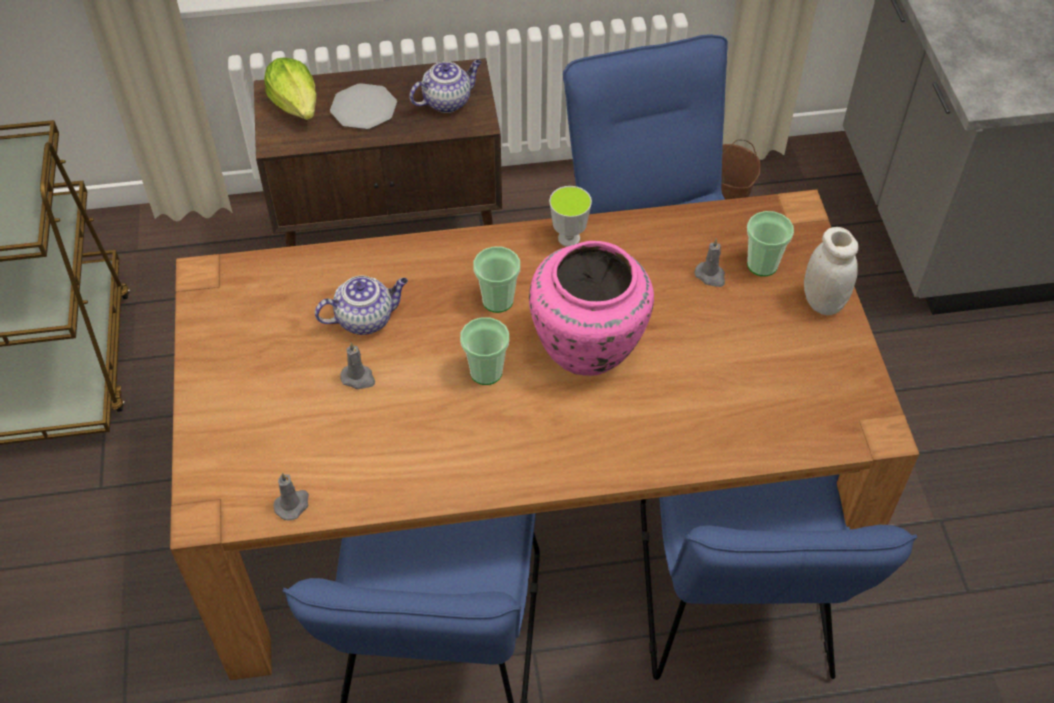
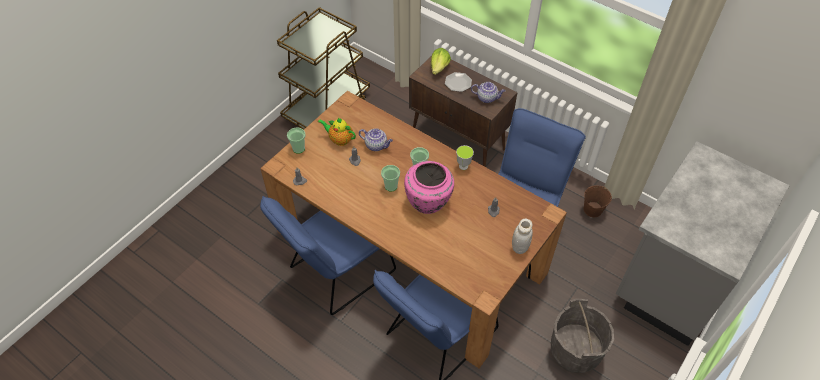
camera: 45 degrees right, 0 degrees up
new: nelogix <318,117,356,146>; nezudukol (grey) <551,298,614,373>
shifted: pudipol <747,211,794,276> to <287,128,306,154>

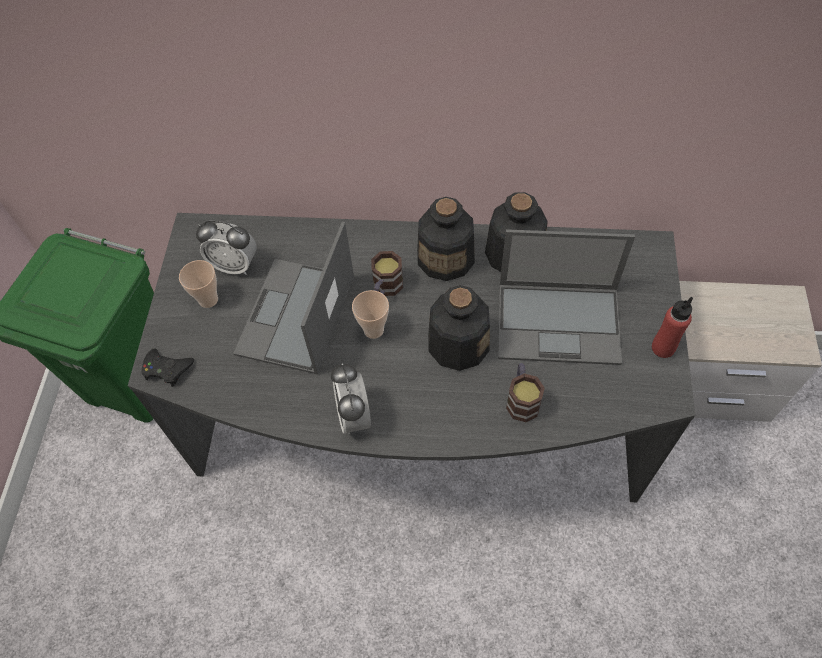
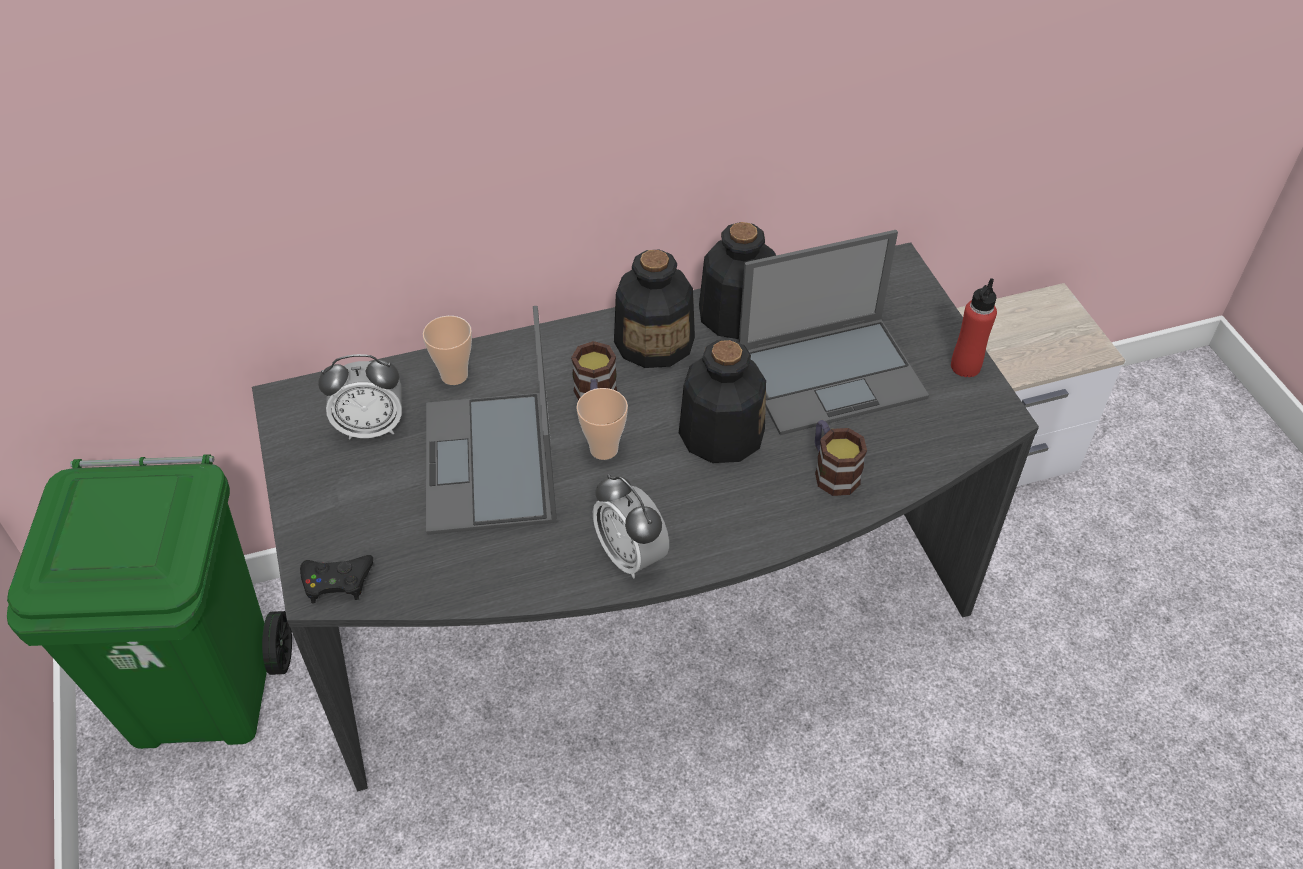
camera: 25 degrees left, 10 degrees down
shifted: pudipol <179,260,218,308> to <423,316,472,385>

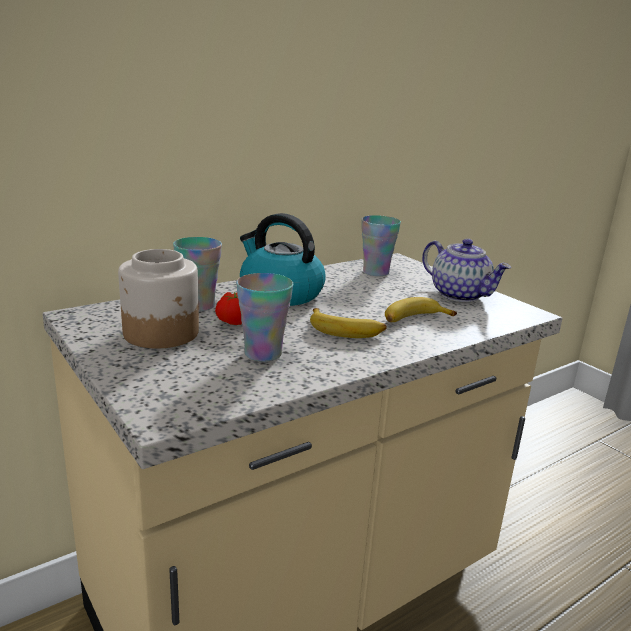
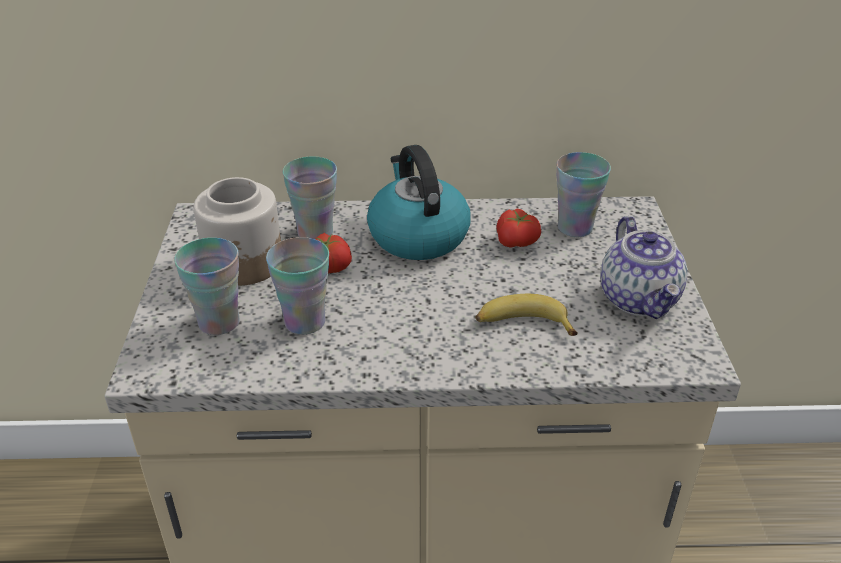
camera: 35 degrees right, 15 degrees up
gone: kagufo <310,308,387,338>
new: pudipol <174,238,240,335>; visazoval <496,209,541,248>

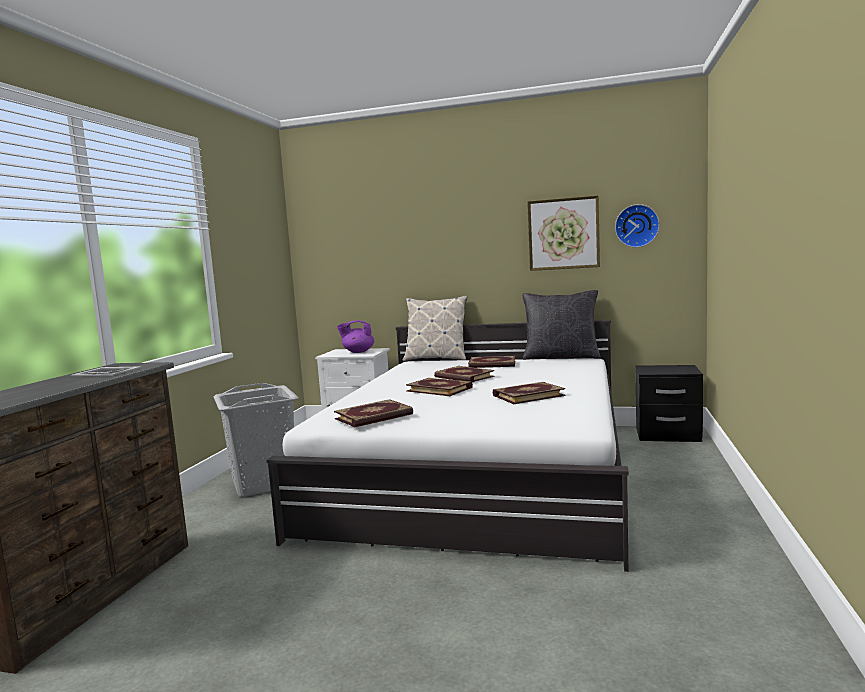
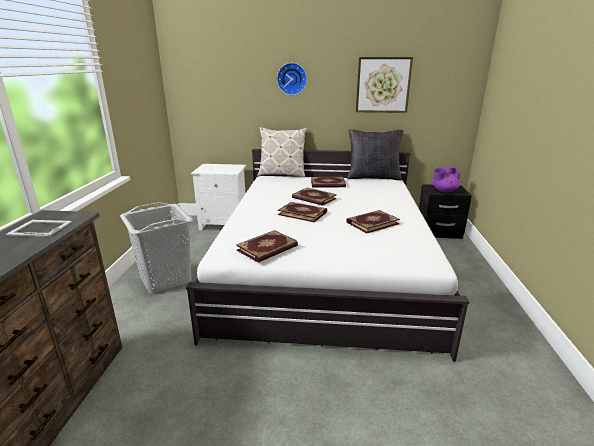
camera: 10 degrees left, 15 degrees up
shifted: nelogix (purple) <337,320,374,353> to <433,166,460,192>; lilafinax <615,204,660,248> to <277,63,307,95>

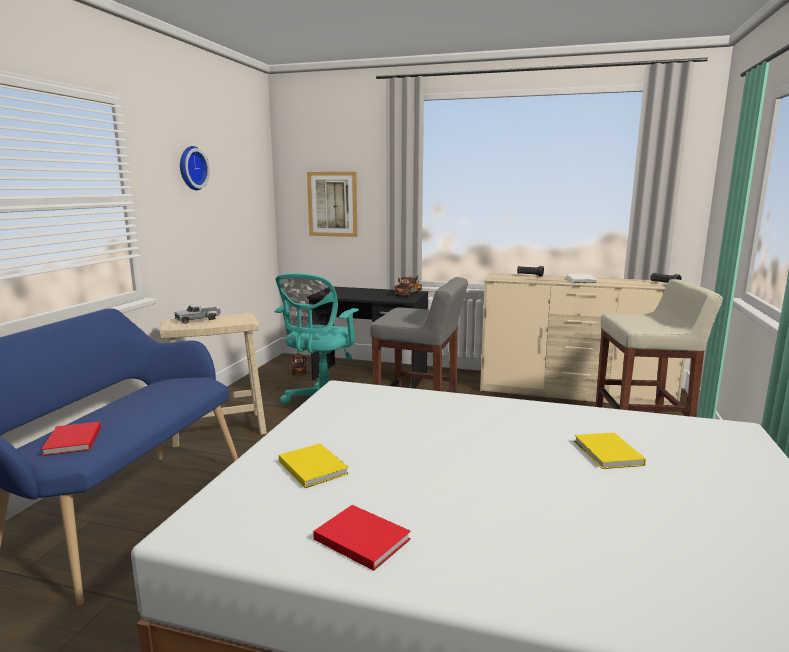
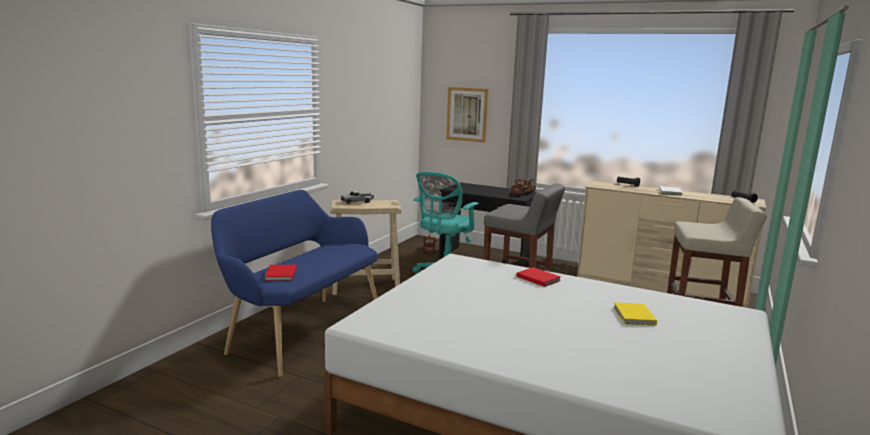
camera: 10 degrees right, 0 degrees up
gone: lilafinax <180,146,210,190>; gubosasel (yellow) <279,443,349,488>
shifted: gubosasel (red) <313,505,411,571> to <516,267,561,287>

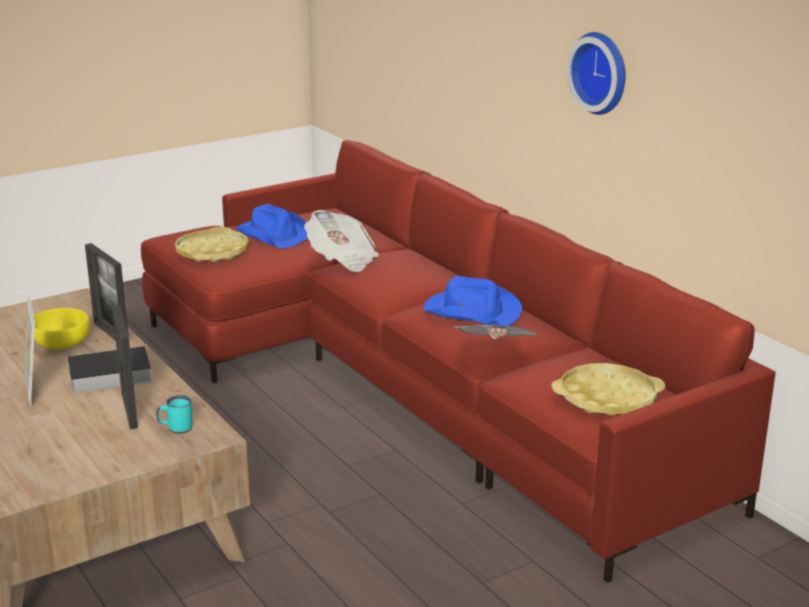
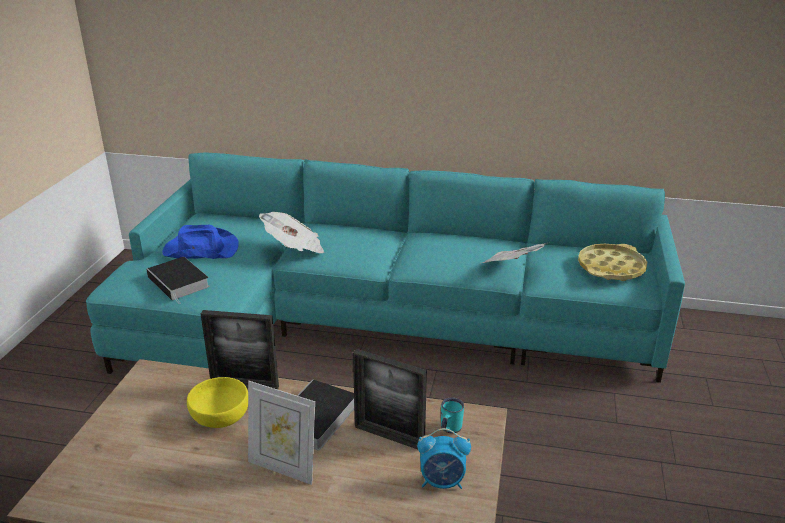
camera: 45 degrees left, 5 degrees up
gone: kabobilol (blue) <424,276,522,326>; lilafinax <566,32,626,115>
new: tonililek <417,428,471,489>
swapped: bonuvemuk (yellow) <175,227,249,262> to gubosasel <146,257,210,304>
repainted: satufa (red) <141,140,776,583> to satufa (turquoise) <86,152,685,383>

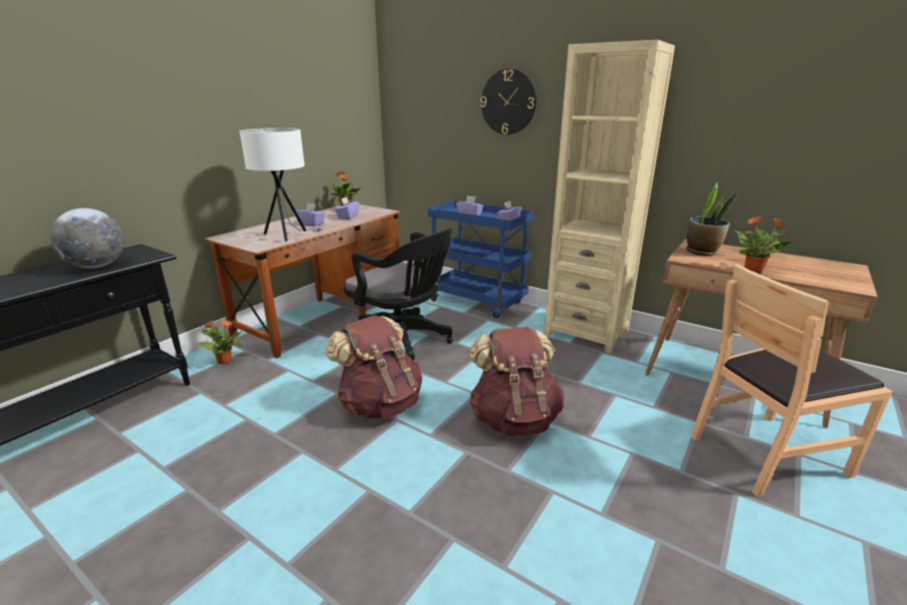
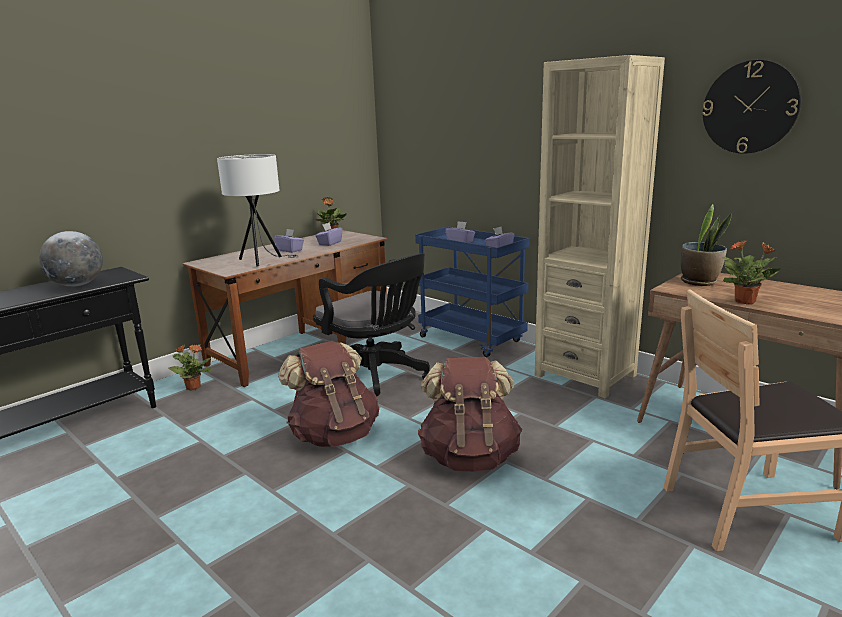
camera: 10 degrees right, 5 degrees down
shifted: lilafinax <481,69,536,135> to <702,60,801,154>

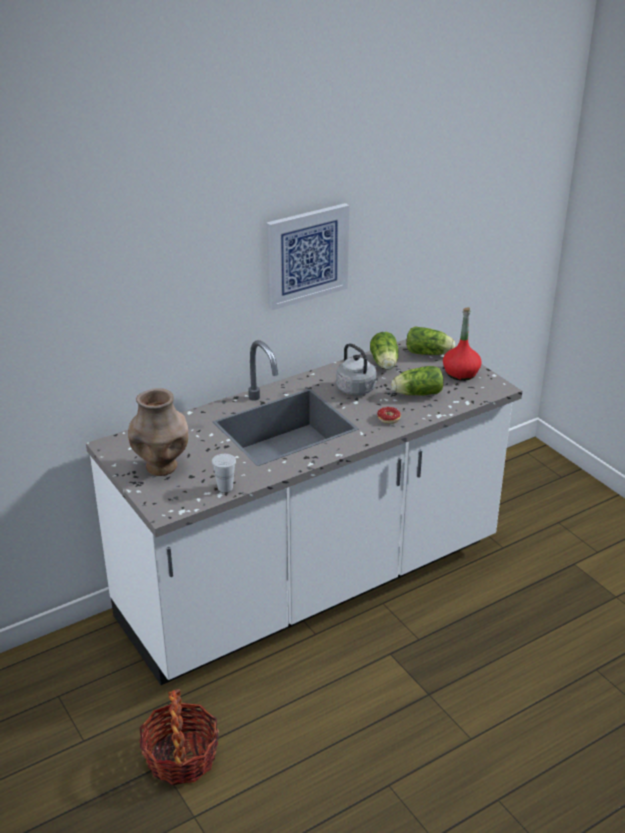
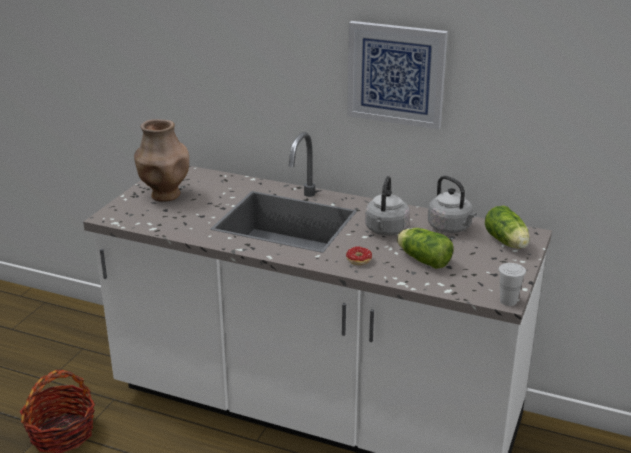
camera: 55 degrees right, 5 degrees down
gone: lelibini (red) <443,307,482,381>
shifted: pudipol (white) <212,454,236,492> to <499,263,526,306>
swapped: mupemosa <370,332,398,370> to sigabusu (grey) <428,176,477,233>

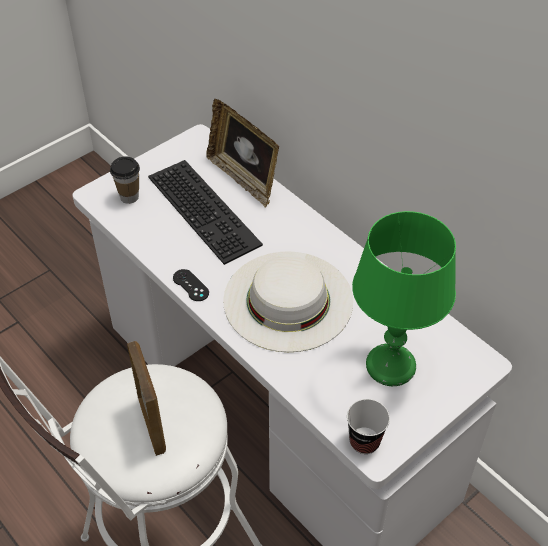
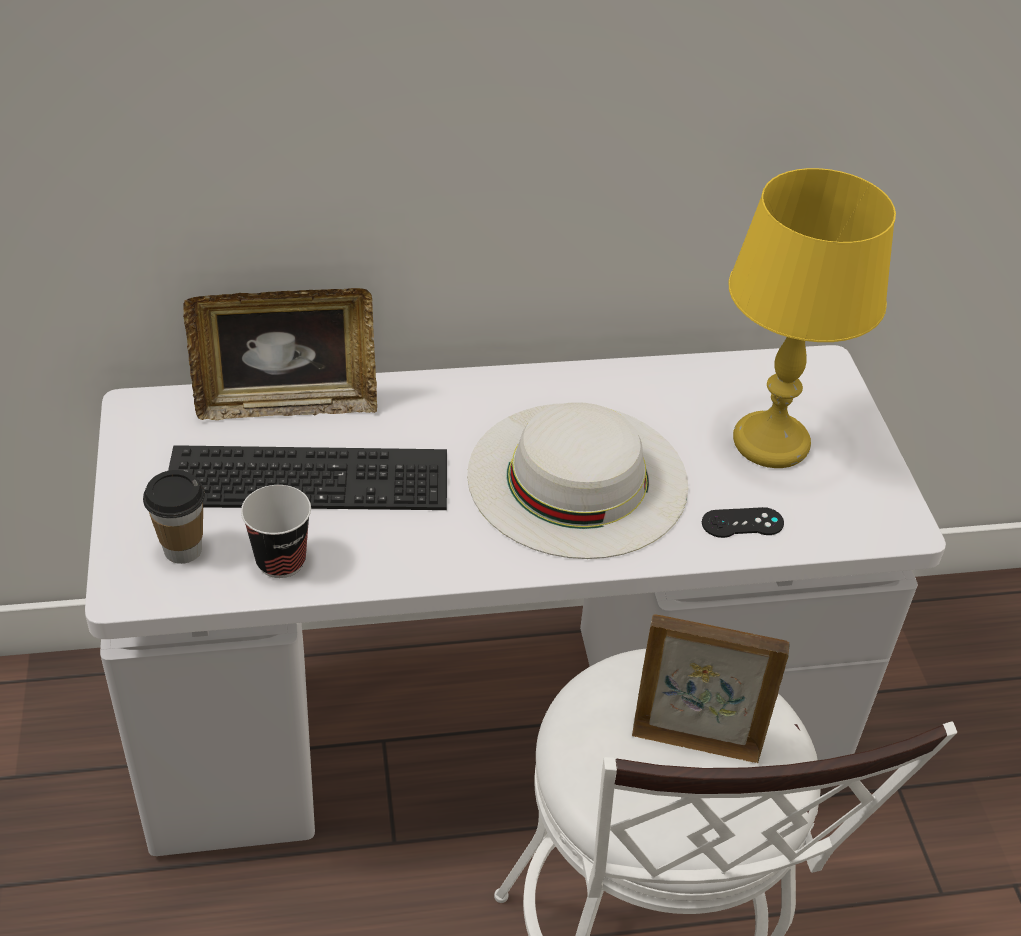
camera: 60 degrees left, 5 degrees down
shifted: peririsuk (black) <173,269,209,301> to <702,507,784,538>; pudipol <347,399,390,454> to <241,485,311,578>
repainted: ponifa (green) <352,211,456,386> to ponifa (yellow) <728,168,896,468>

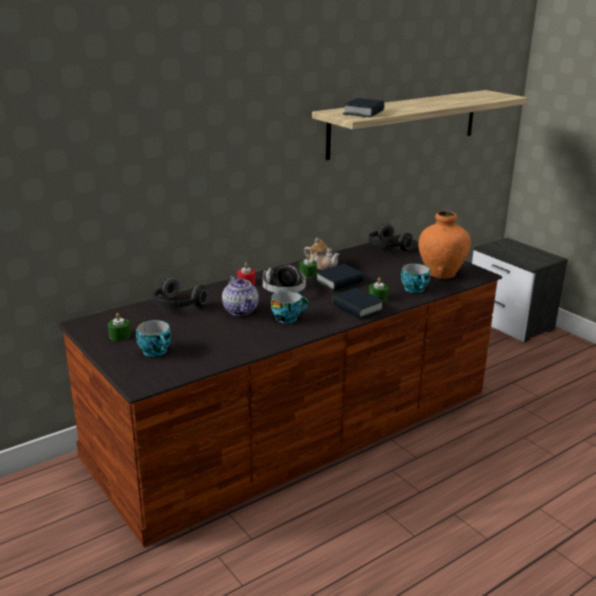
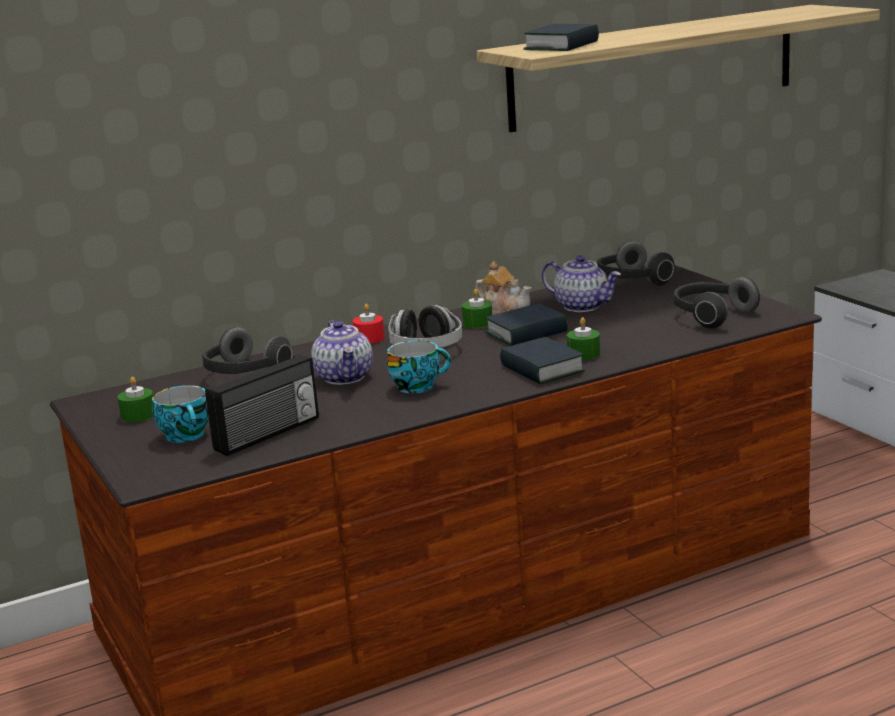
camera: 10 degrees right, 5 degrees down
gone: pudipol <401,264,430,293>
new: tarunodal <205,354,319,456>; nelogix <542,255,621,312>
swapped: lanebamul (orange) <418,211,471,279> to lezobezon <674,276,760,329>

